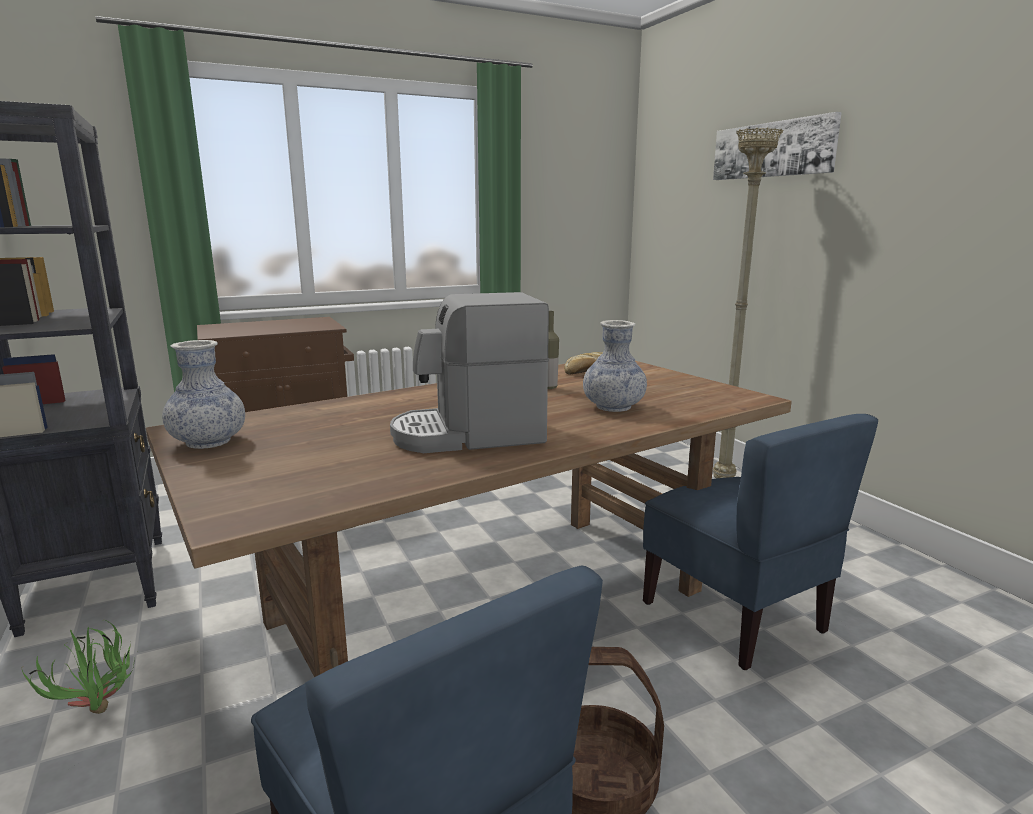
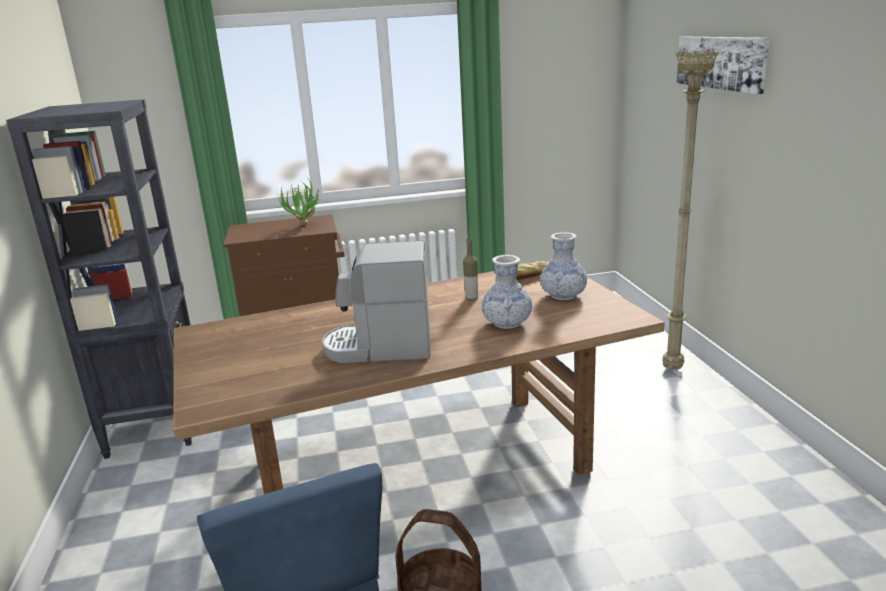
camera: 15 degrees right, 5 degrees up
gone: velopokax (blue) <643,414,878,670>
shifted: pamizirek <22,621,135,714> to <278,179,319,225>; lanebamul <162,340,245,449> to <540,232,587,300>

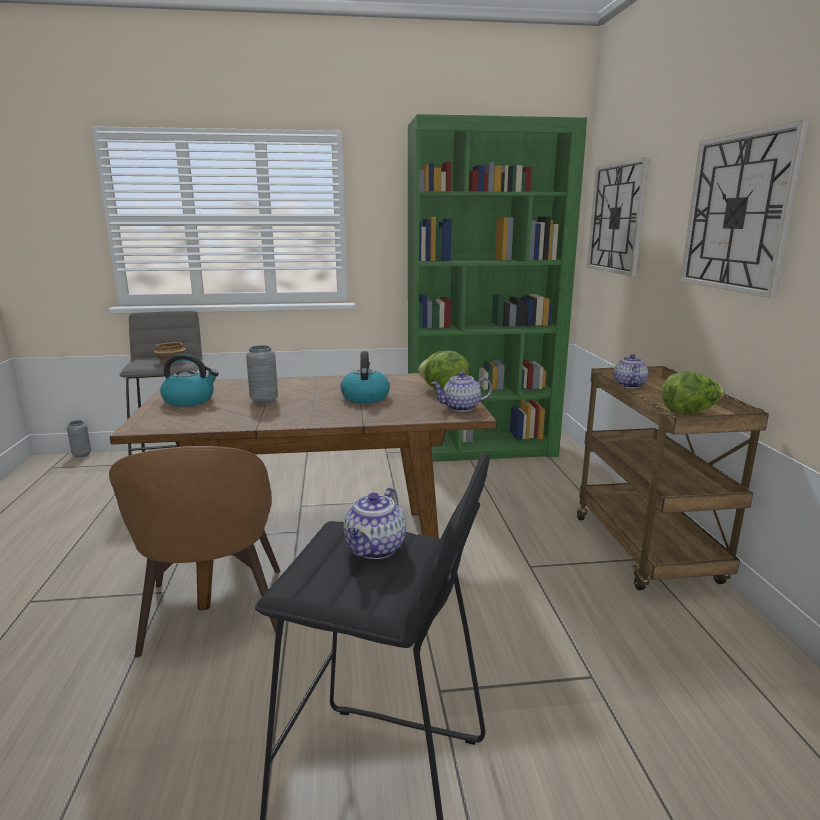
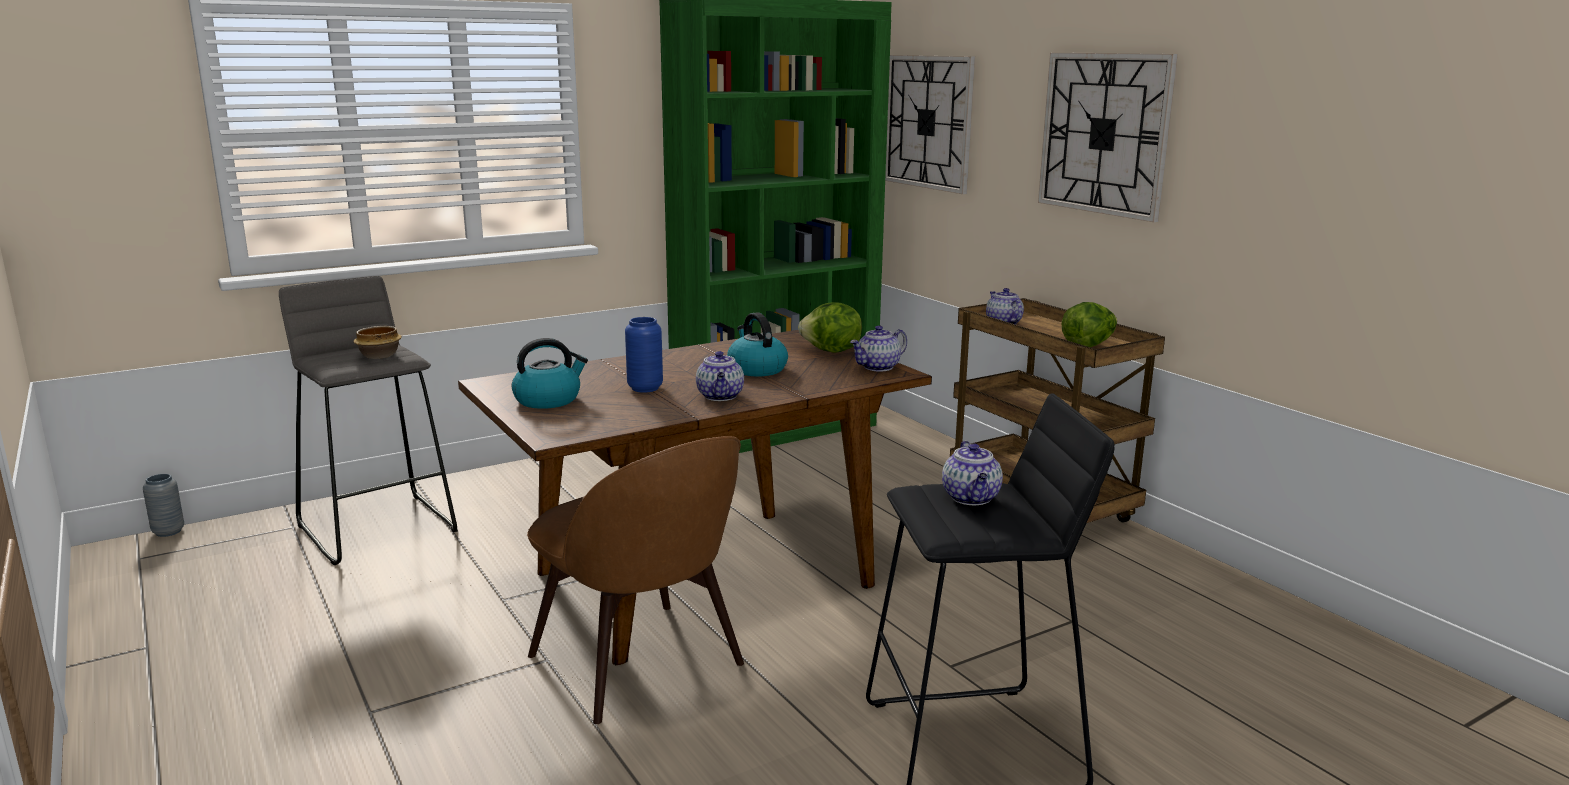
camera: 25 degrees left, 0 degrees up
new: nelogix <696,351,744,401>
repainted: lanebamul (grey) <246,345,278,404> to lanebamul (blue) <625,317,663,393>

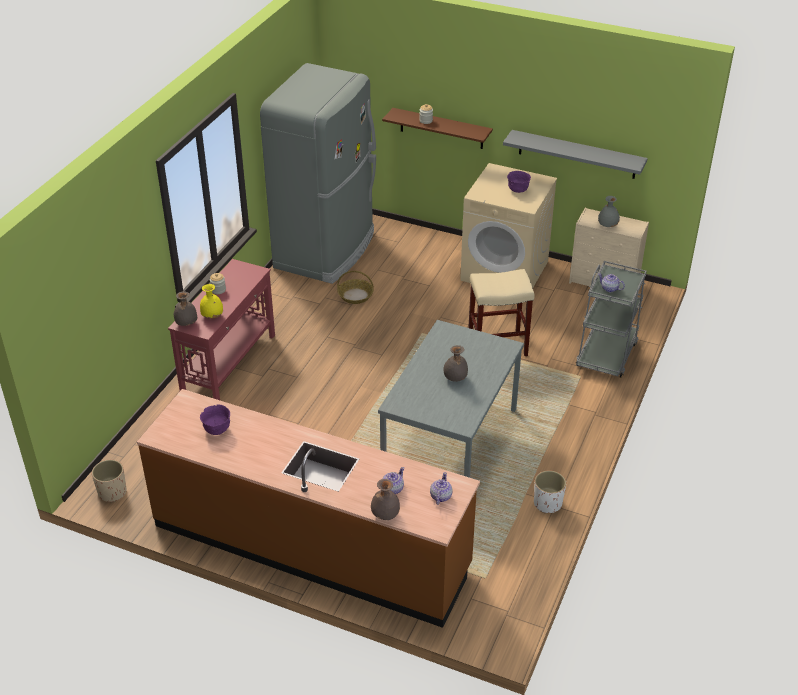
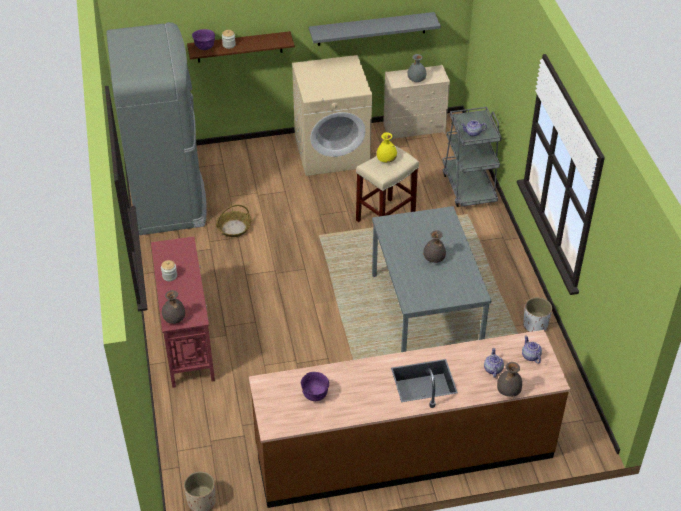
camera: 35 degrees left, 5 degrees up
shifted: lanebamul (yellow) <200,284,223,319> to <377,132,397,163>; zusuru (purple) <507,171,531,193> to <192,29,215,50>

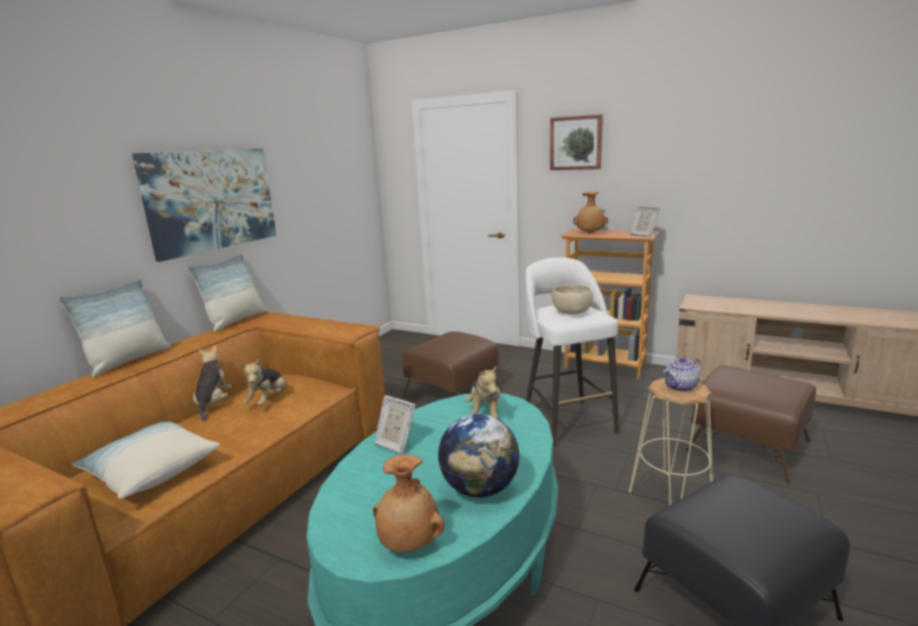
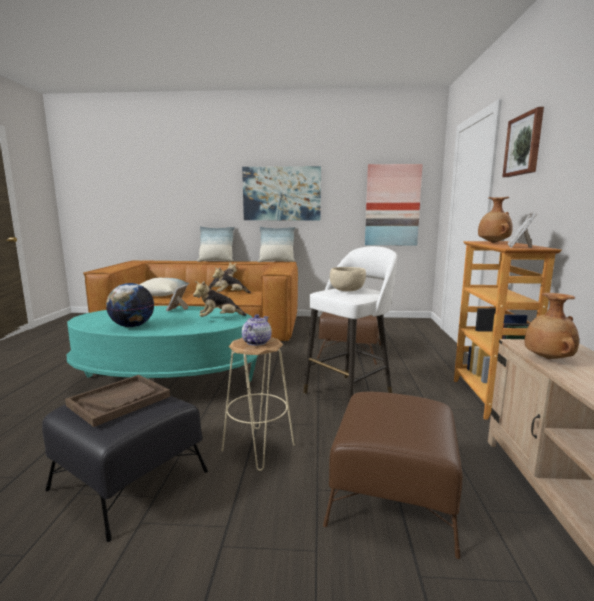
camera: 65 degrees right, 5 degrees down
new: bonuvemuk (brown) <65,375,170,427>; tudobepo <365,164,423,245>
shifted: lanebamul (brown) <373,455,445,553> to <525,293,579,359>
rotated: nelogix <663,357,701,392> = <242,314,272,346> 75 degrees clockwise

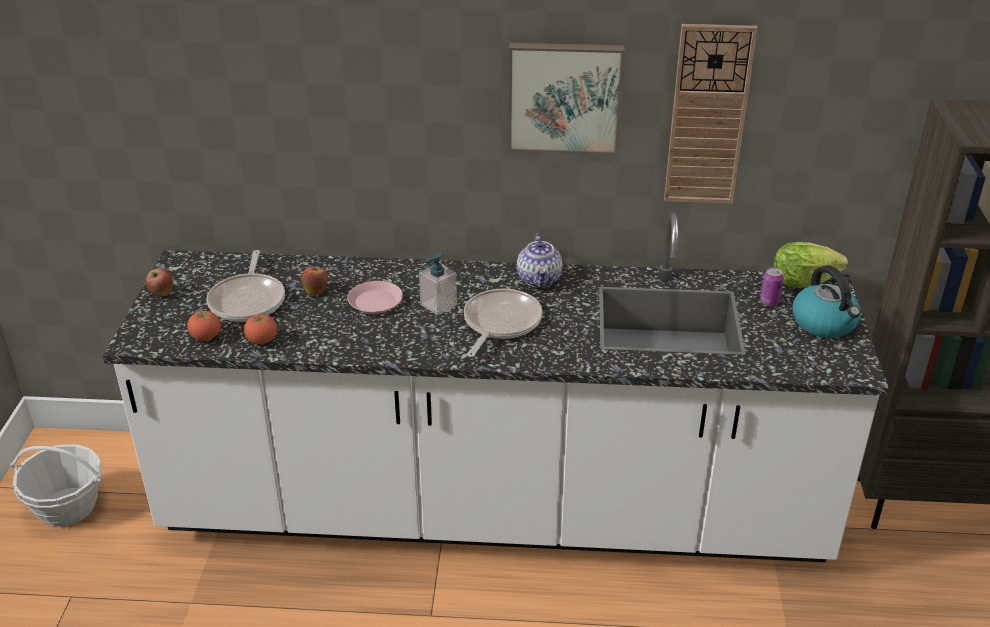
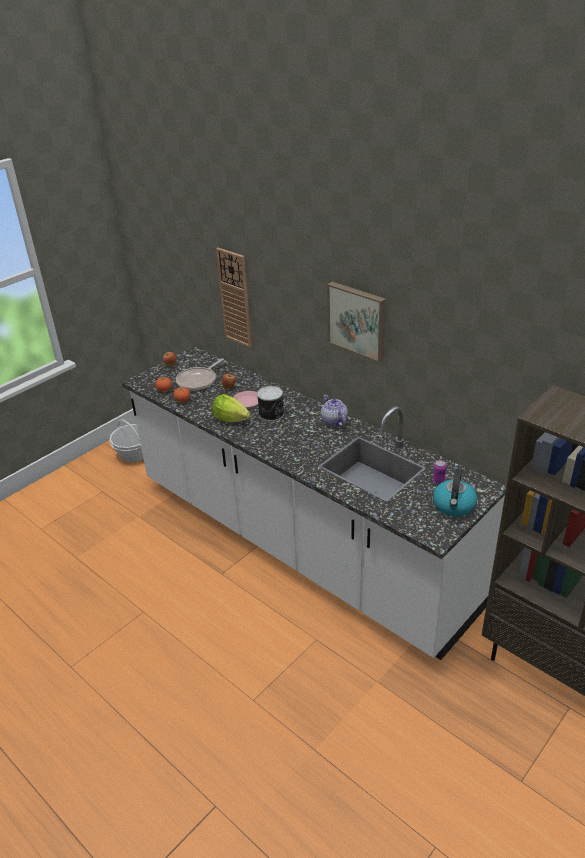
camera: 40 degrees right, 0 degrees up
gone: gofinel <464,289,543,357>
shifted: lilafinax <664,24,758,204> to <216,248,252,347>; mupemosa <773,242,848,288> to <212,394,250,422>
swapped: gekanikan <419,253,457,315> to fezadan <257,386,284,422>
rotated: nelogix <517,233,563,288> = <321,395,348,427> 120 degrees clockwise

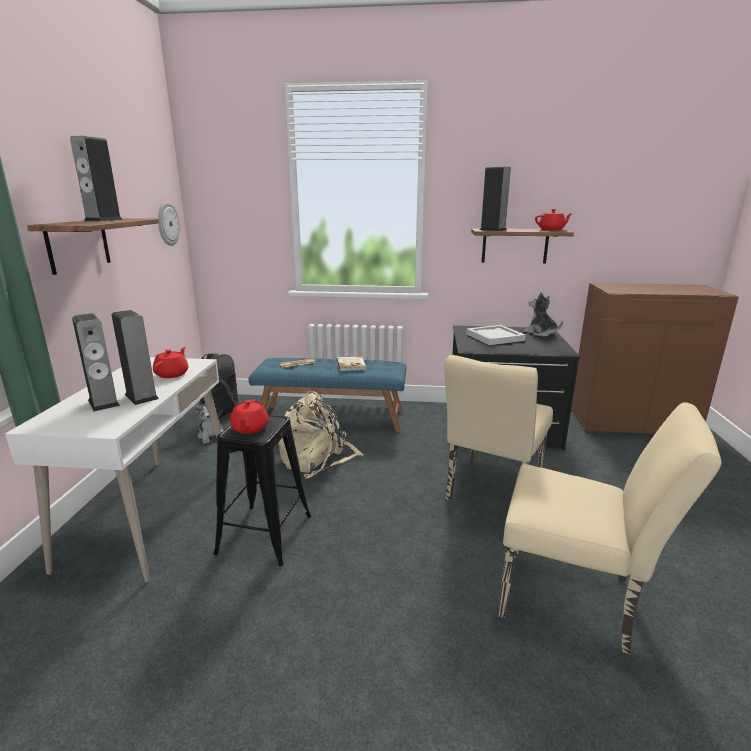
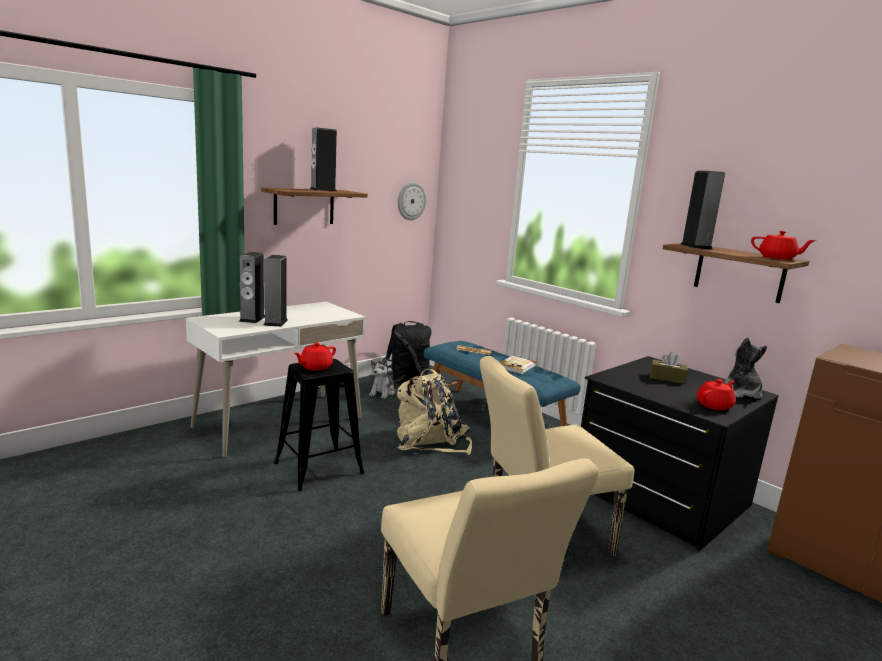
camera: 40 degrees right, 5 degrees down
shifted: nelogix (red) <153,347,189,378> to <697,379,735,410>
swapped: bonuvemuk (white) <466,325,526,345> to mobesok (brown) <650,352,688,384>

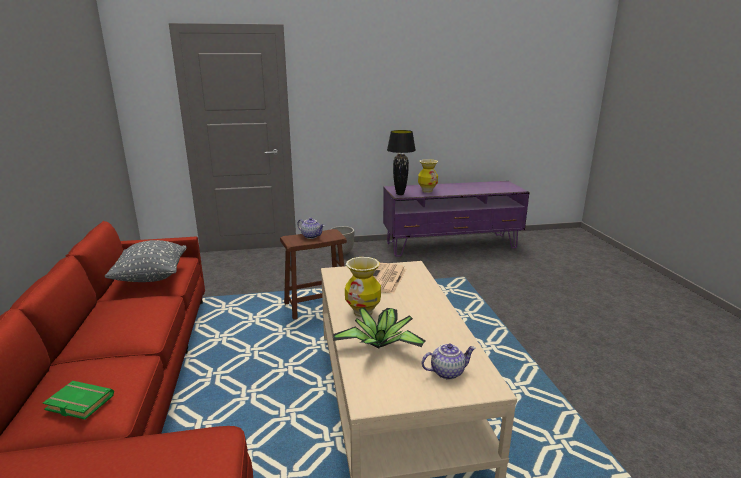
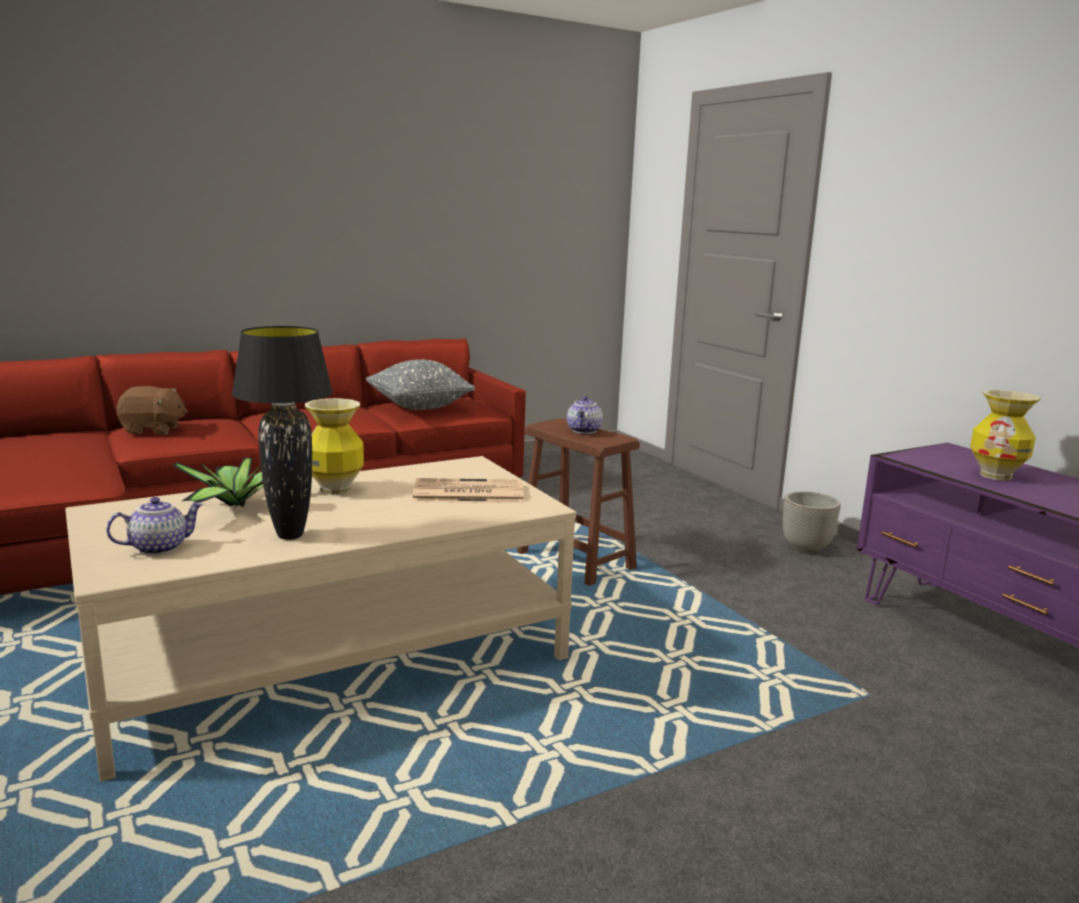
camera: 70 degrees right, 5 degrees down
shifted: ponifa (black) <387,130,416,195> to <232,326,333,540>
swapped: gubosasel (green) <43,381,114,420> to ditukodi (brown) <116,386,188,434>
rotated: nelogix <422,343,476,380> = <106,497,203,555> 90 degrees counterclockwise

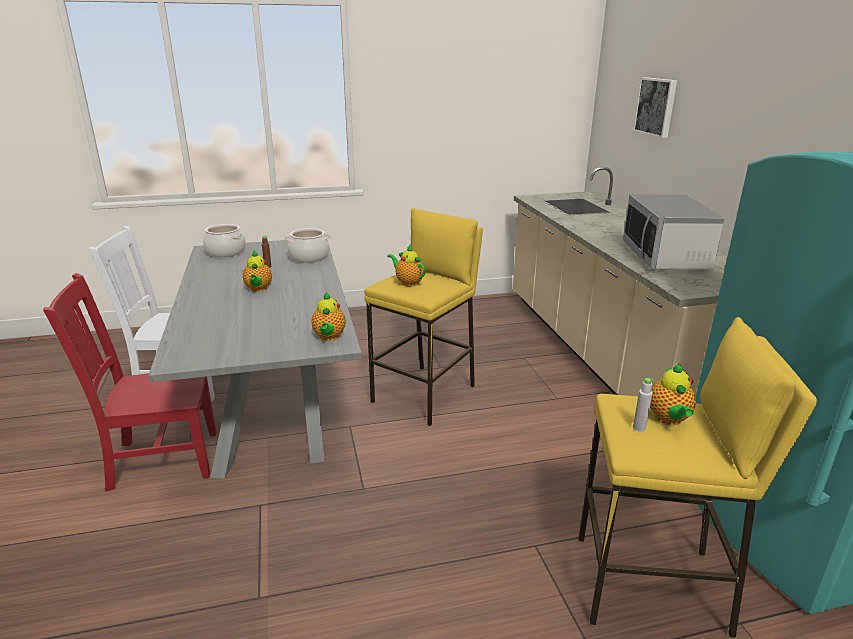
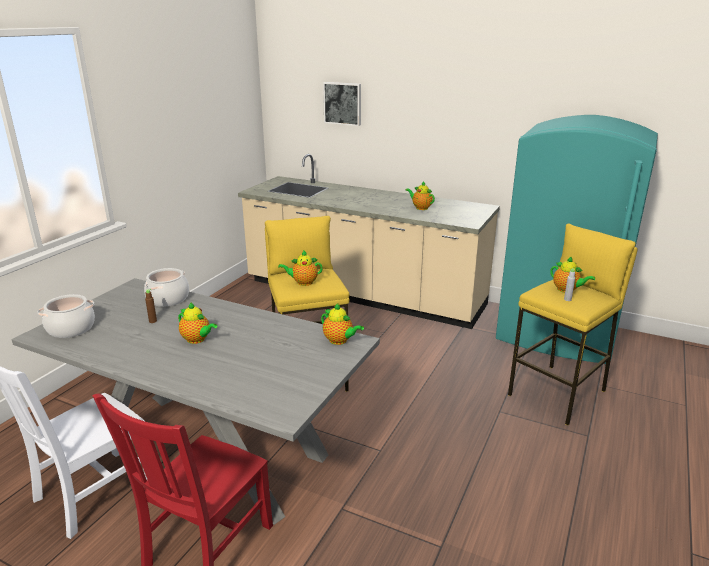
camera: 50 degrees left, 0 degrees up
swapped: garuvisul <623,194,724,269> to nelogix <406,181,435,210>

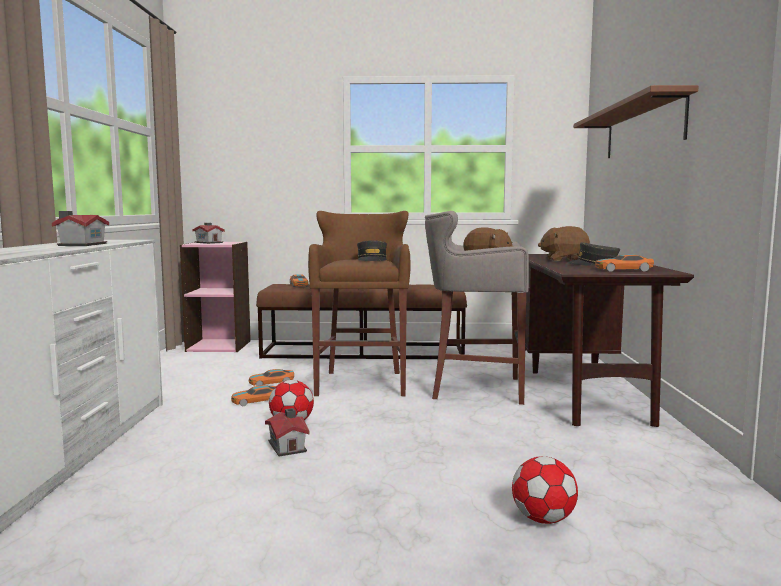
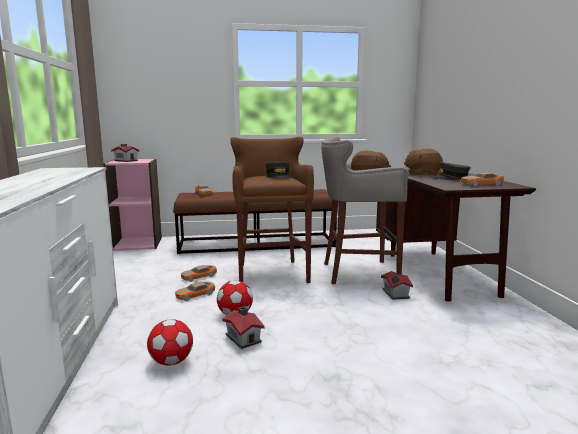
camera: 10 degrees left, 5 degrees up
gone: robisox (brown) <574,85,699,158>
shifted: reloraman <52,211,109,246> to <381,271,413,300>; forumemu <512,456,578,524> to <147,319,193,366>

